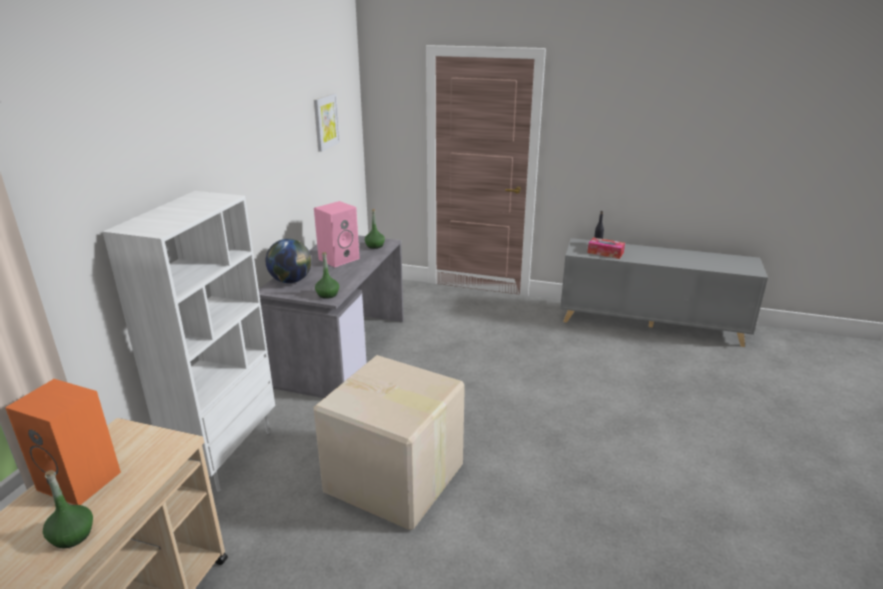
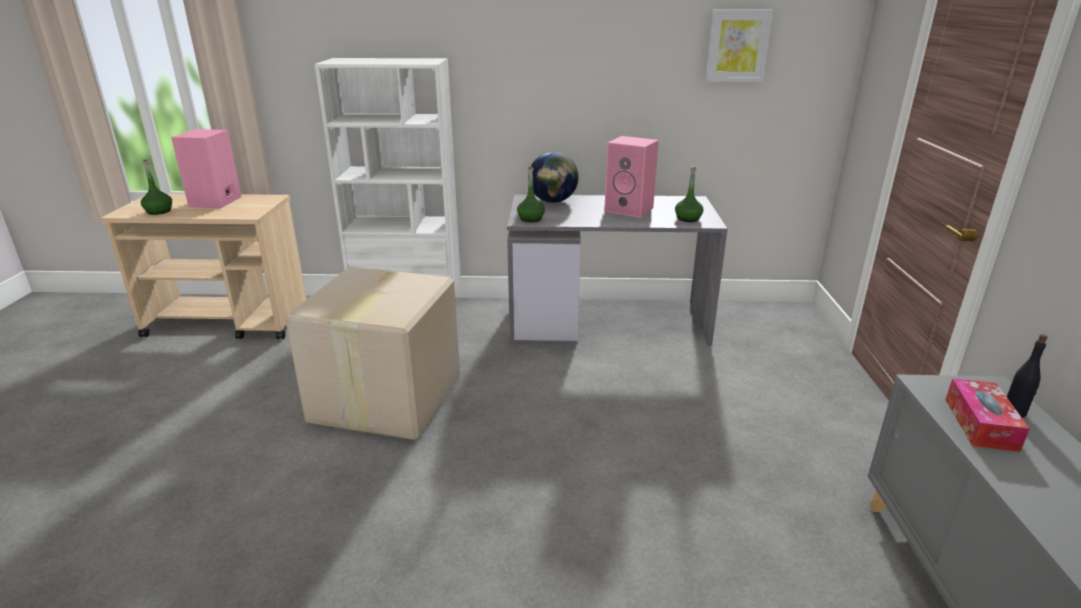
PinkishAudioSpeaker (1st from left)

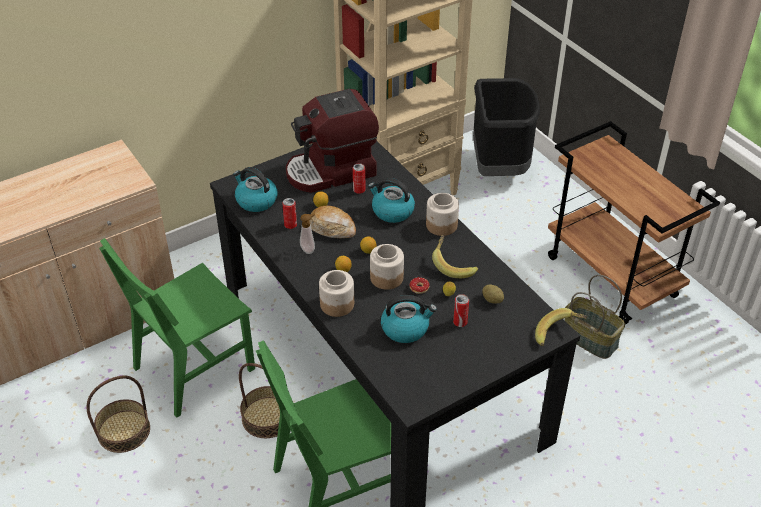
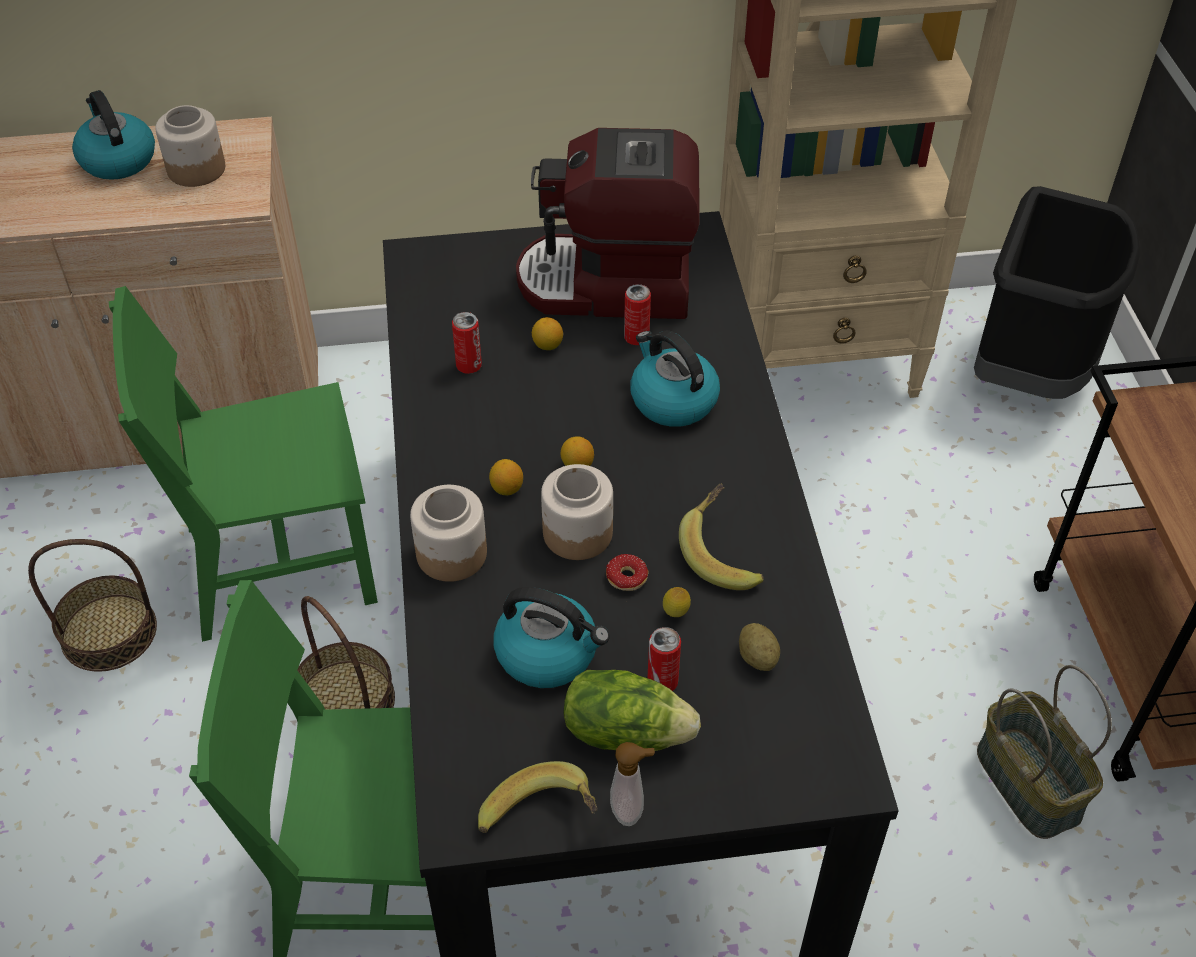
TeaKettle (1st from left); PreserveJar (1st from left); Banana (1st from left); HeadOfLettuce; LiquidSoapBottle; BakeryBread

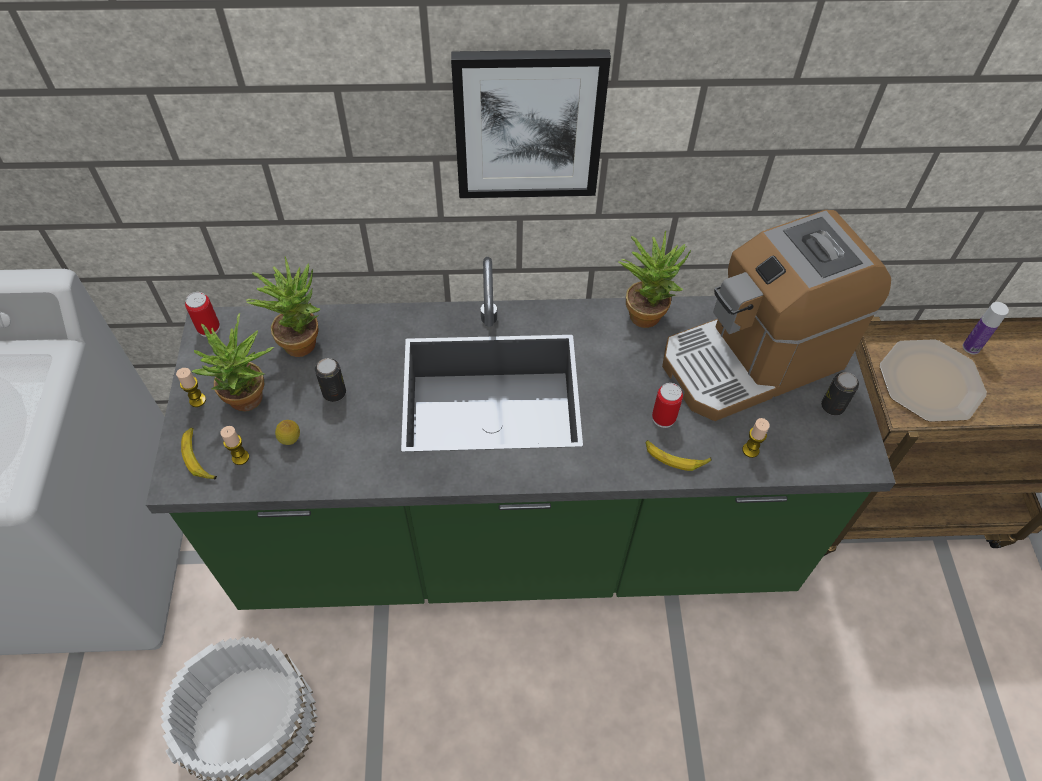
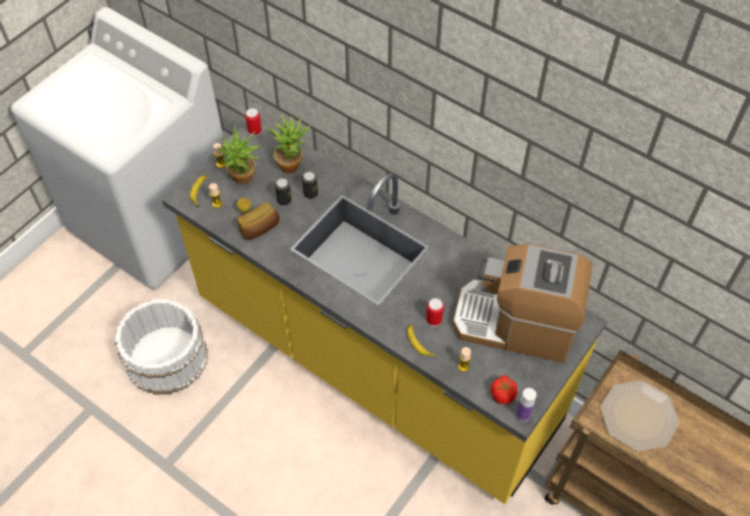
YellowishCounter; BakeryBread; SealedCan (3rd from left); WholeTomato; BeverageBottle; WallPicture; Houseplant (3rd from left in the first image)

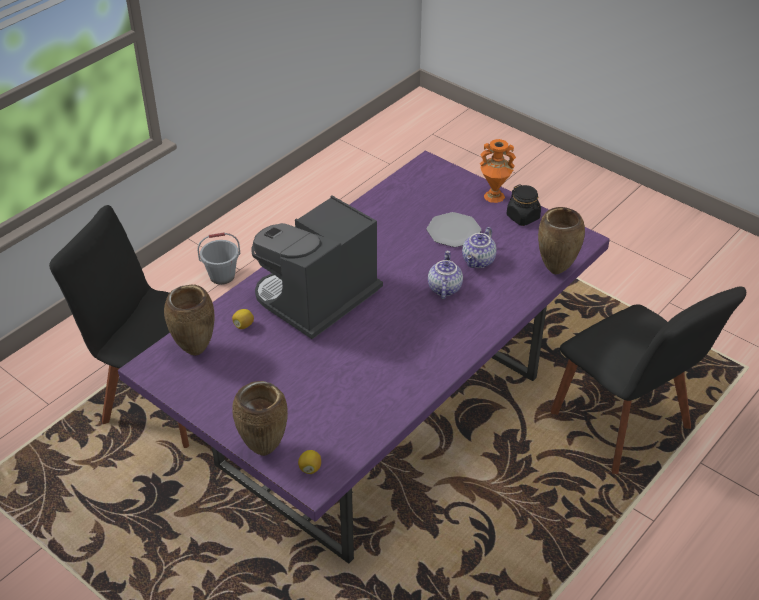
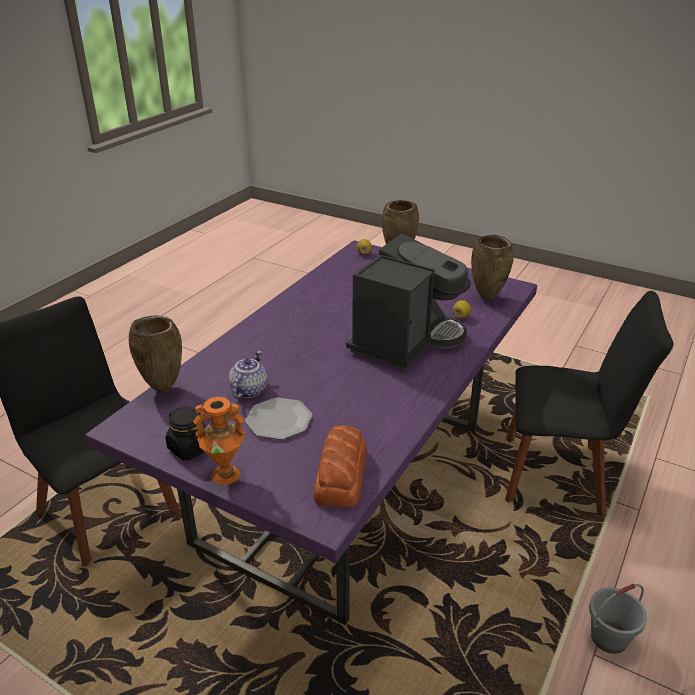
BakeryBread; TeaPot (1st from left in the first image)

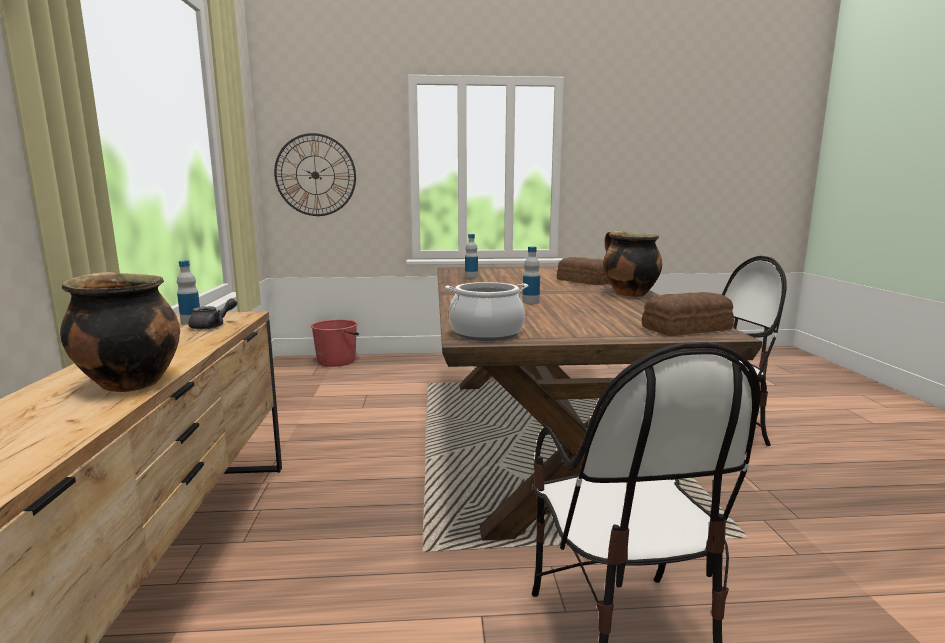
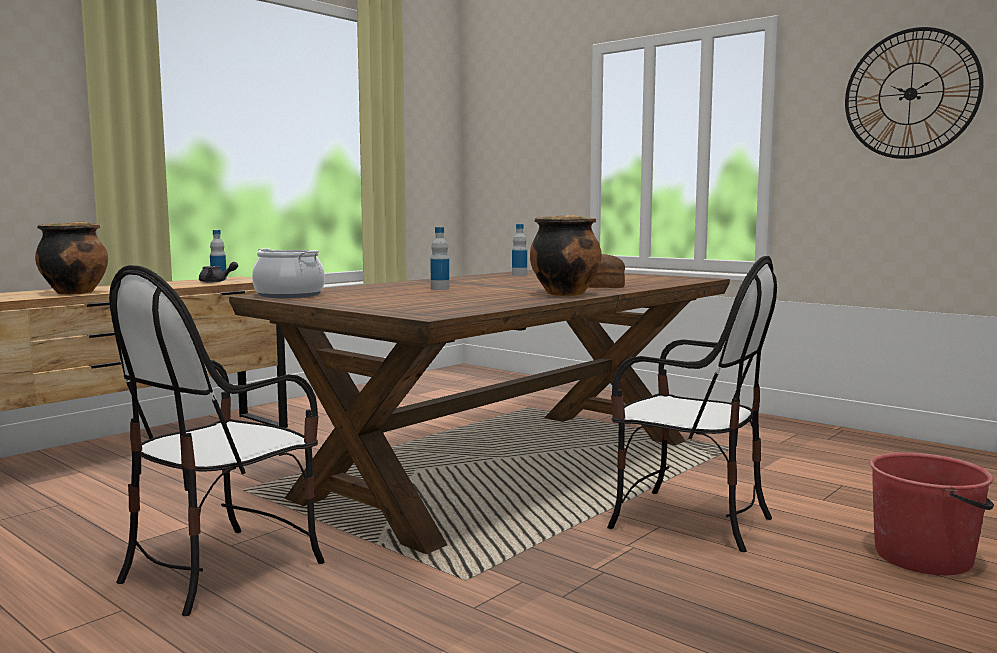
ClockOnTheWall; ReddishWaterBucket; BakeryBread (2nd from left in the first image)

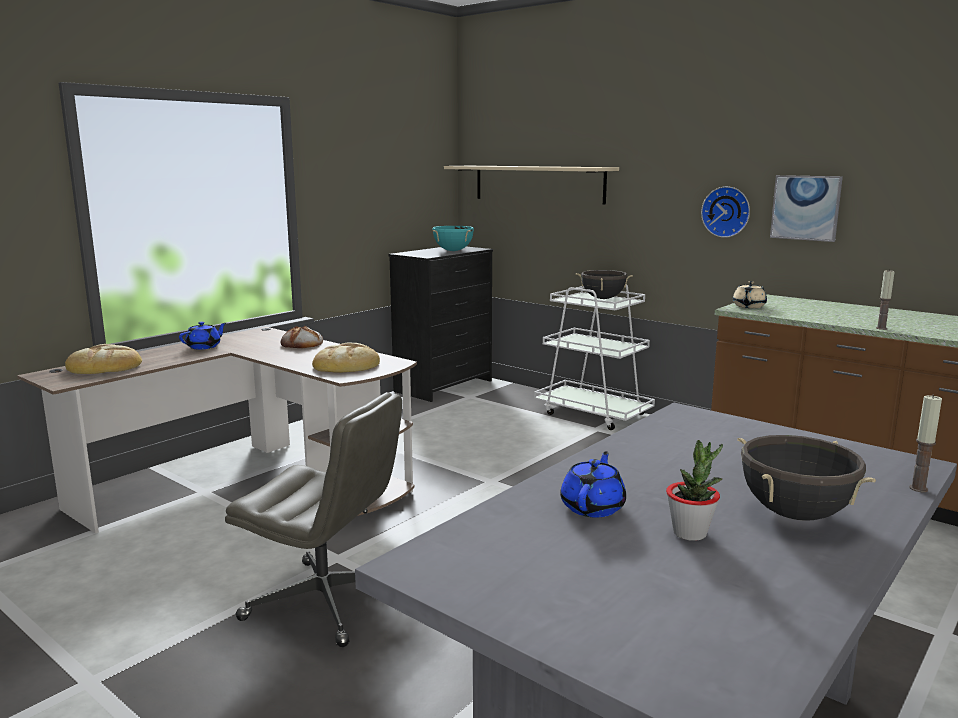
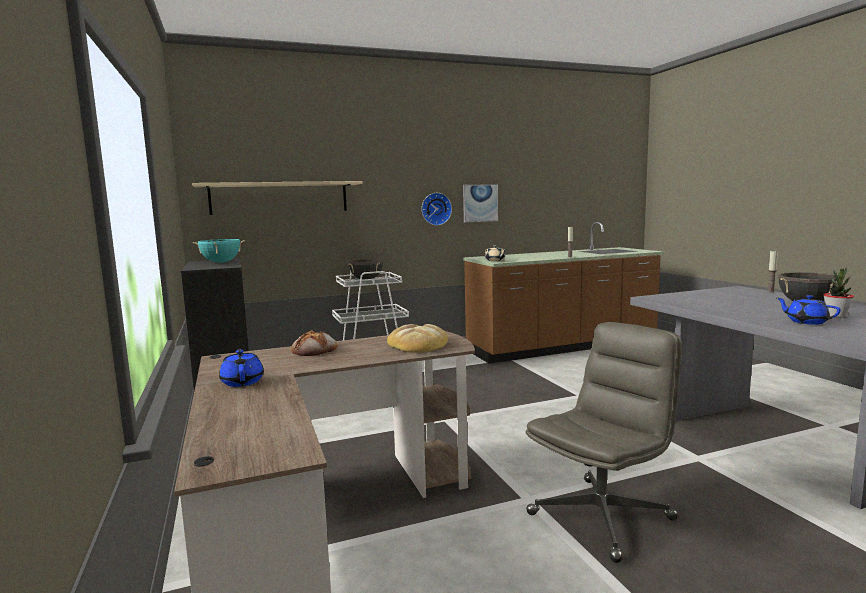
BakeryBread (1st from left in the first image)

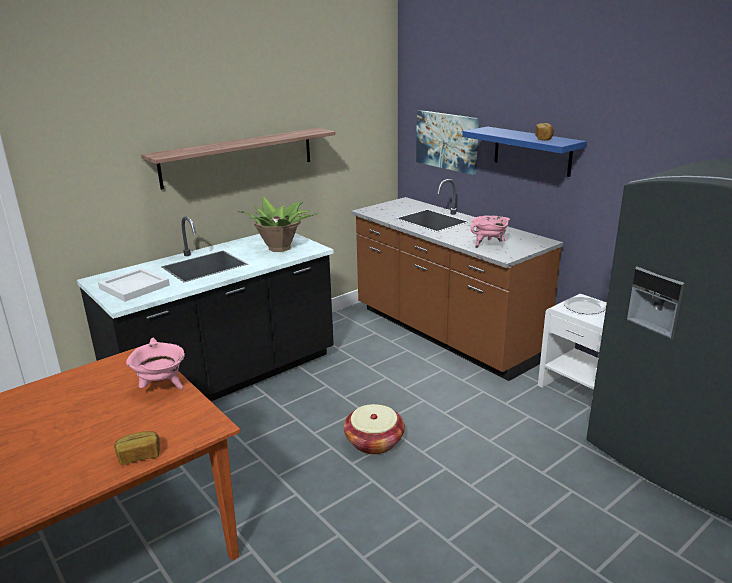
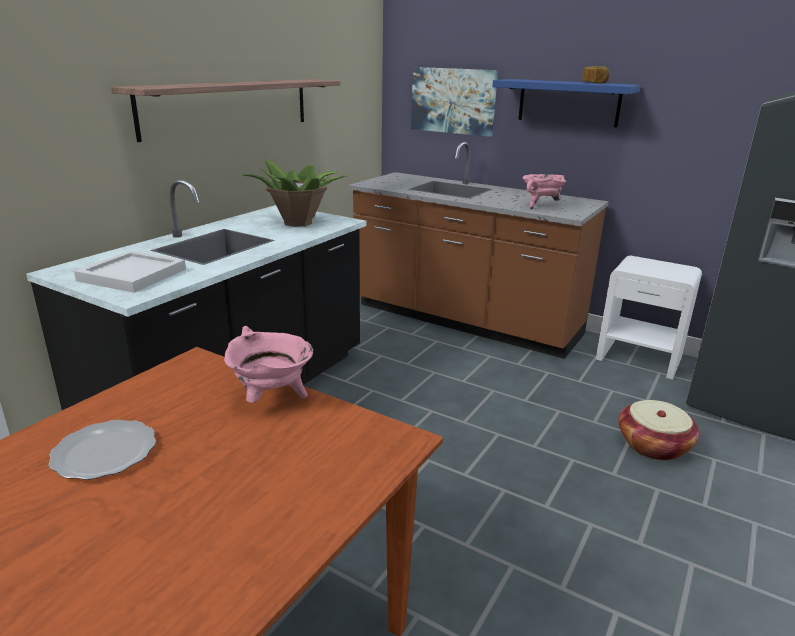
FlatDish; Basket; BakeryBread (1st from left in the first image)

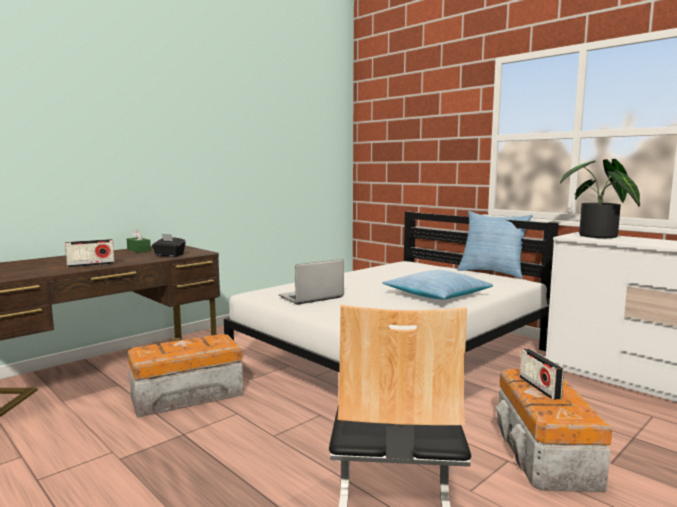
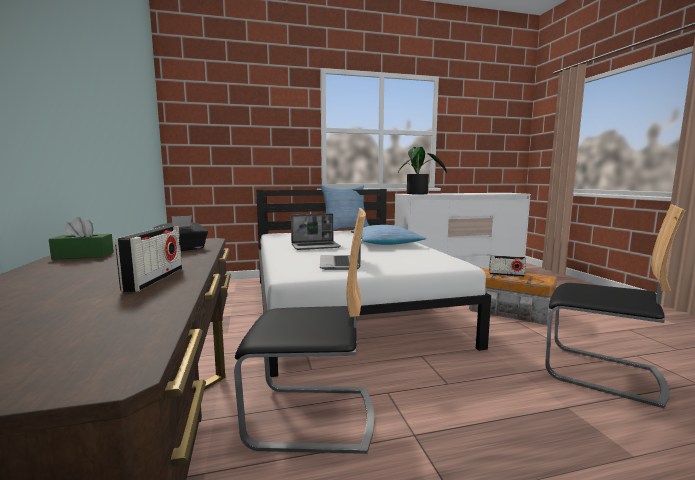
PlainChair (1st from left); PortableComputer (1st from left)

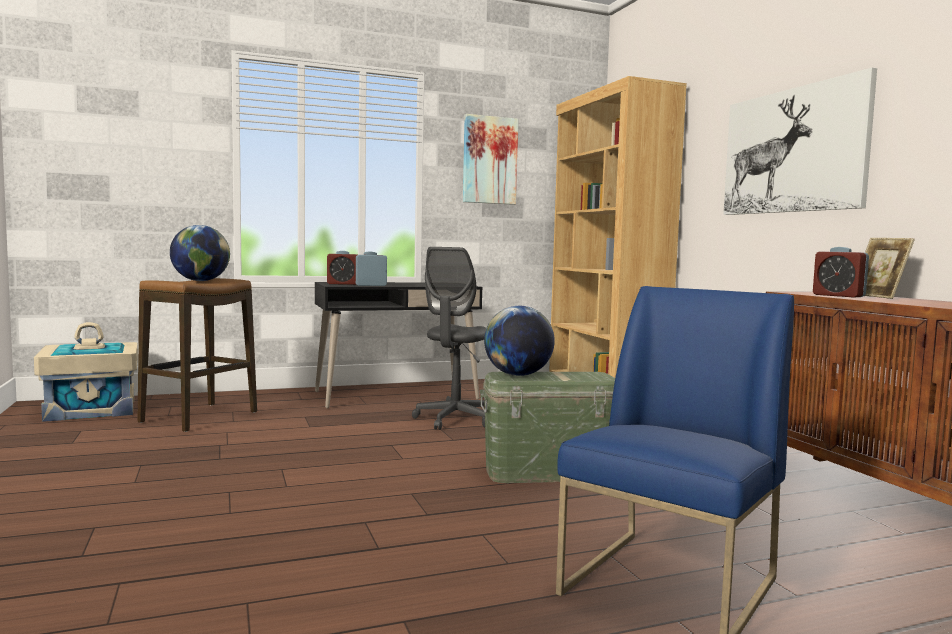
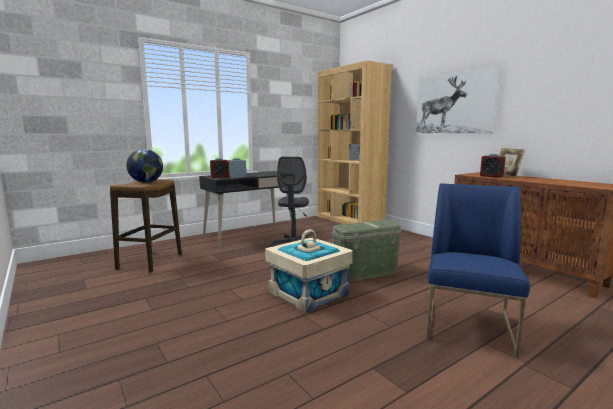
BeigeColouredStorageBox; WallPicture (1st from left in the first image); WorldGlobe (2nd from left in the first image)

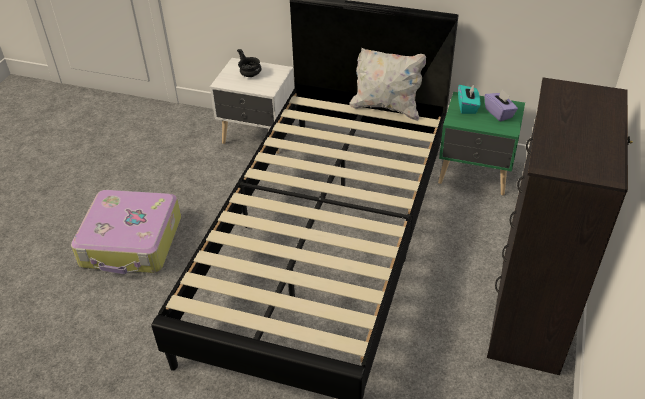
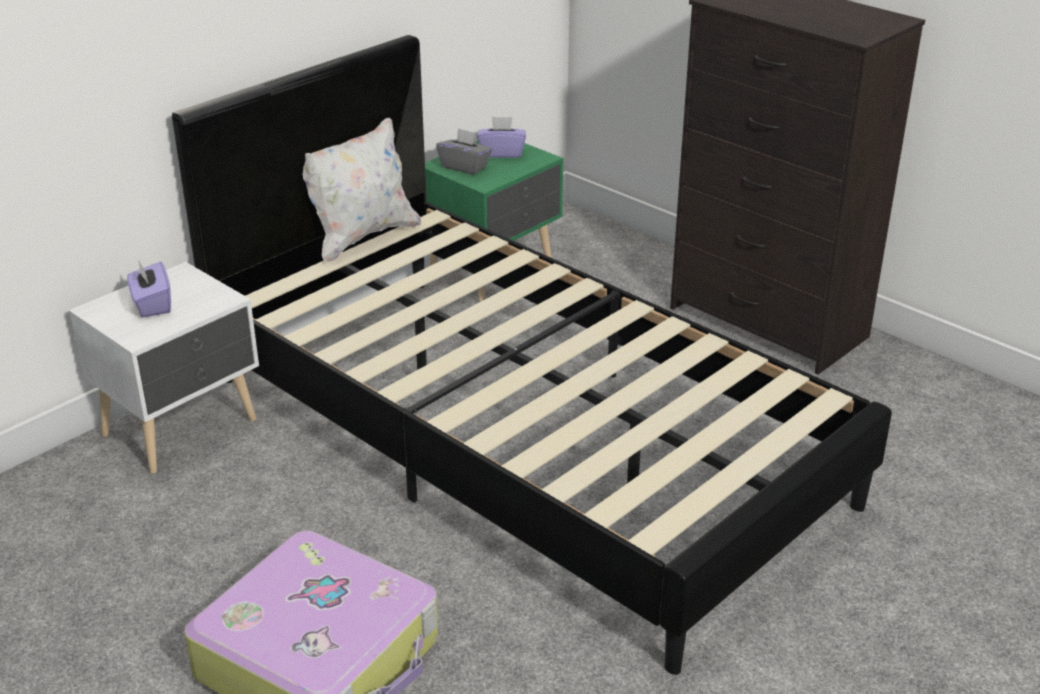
PurplishTissueBox (1st from left); GreyTissueBox

